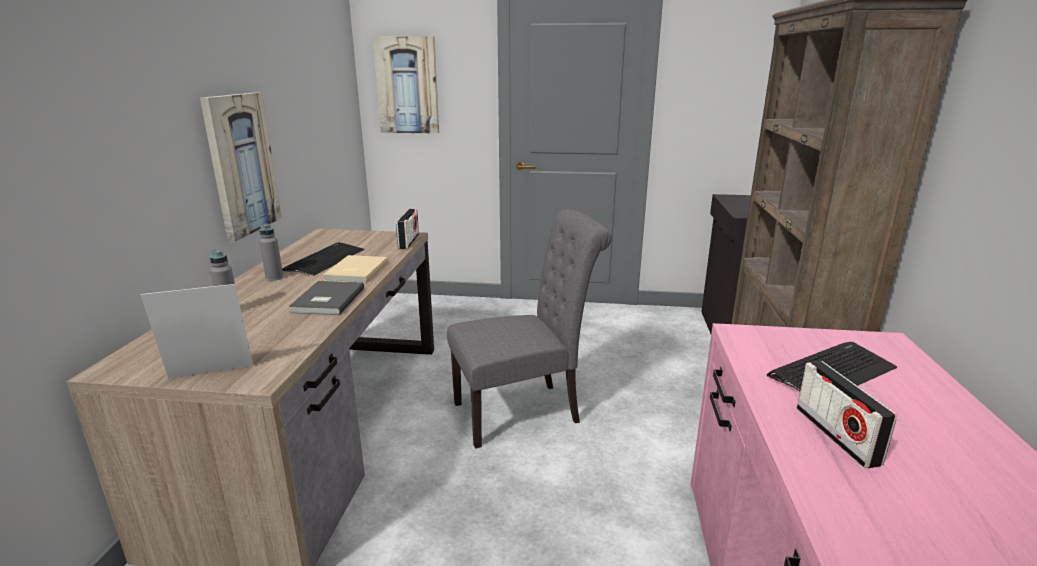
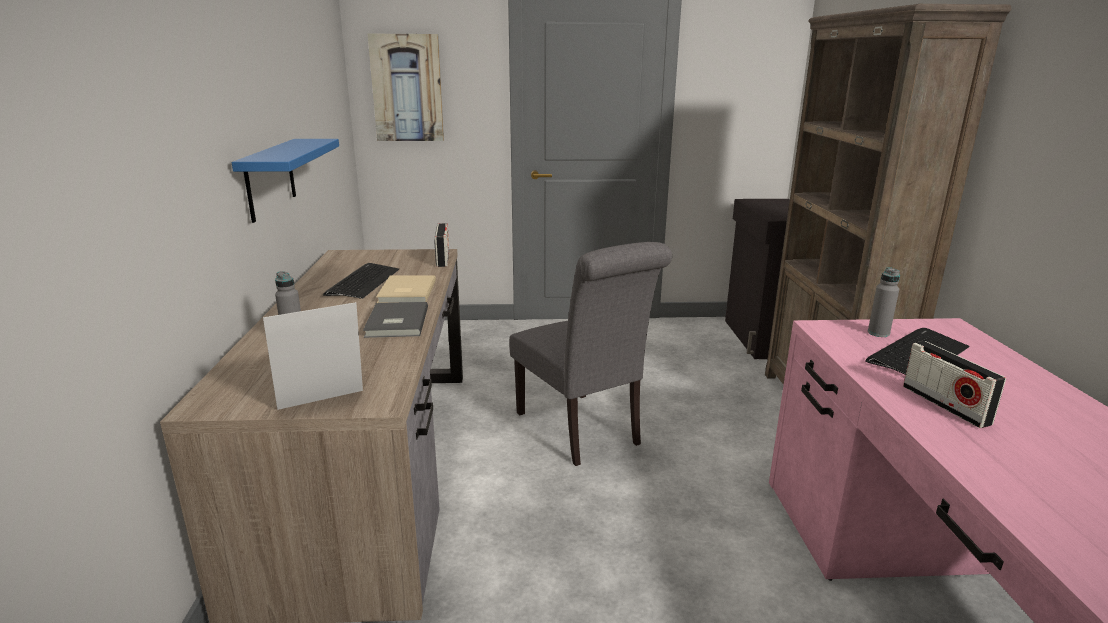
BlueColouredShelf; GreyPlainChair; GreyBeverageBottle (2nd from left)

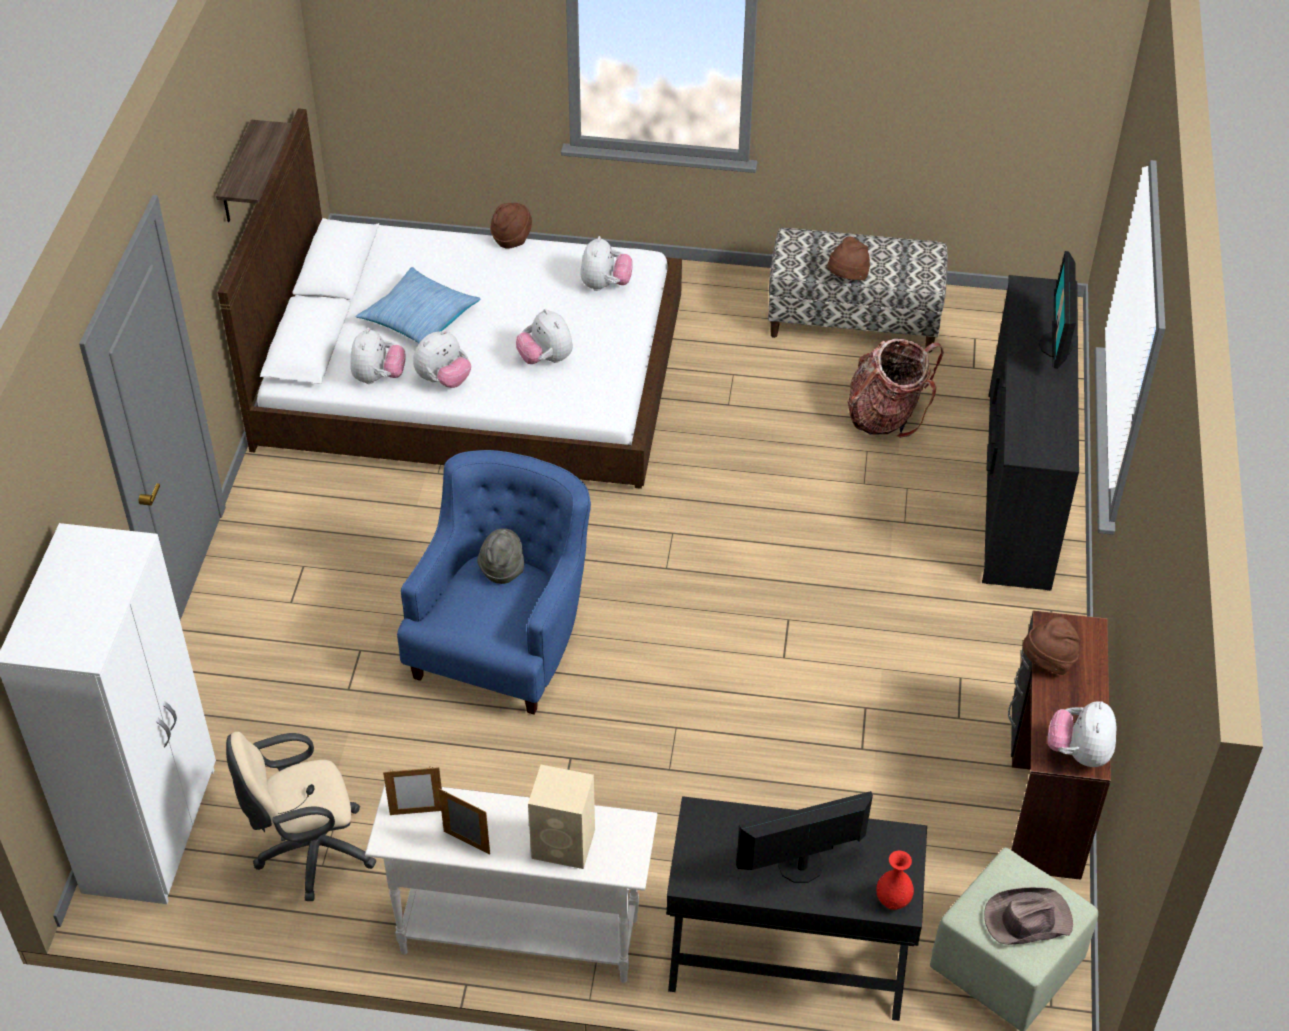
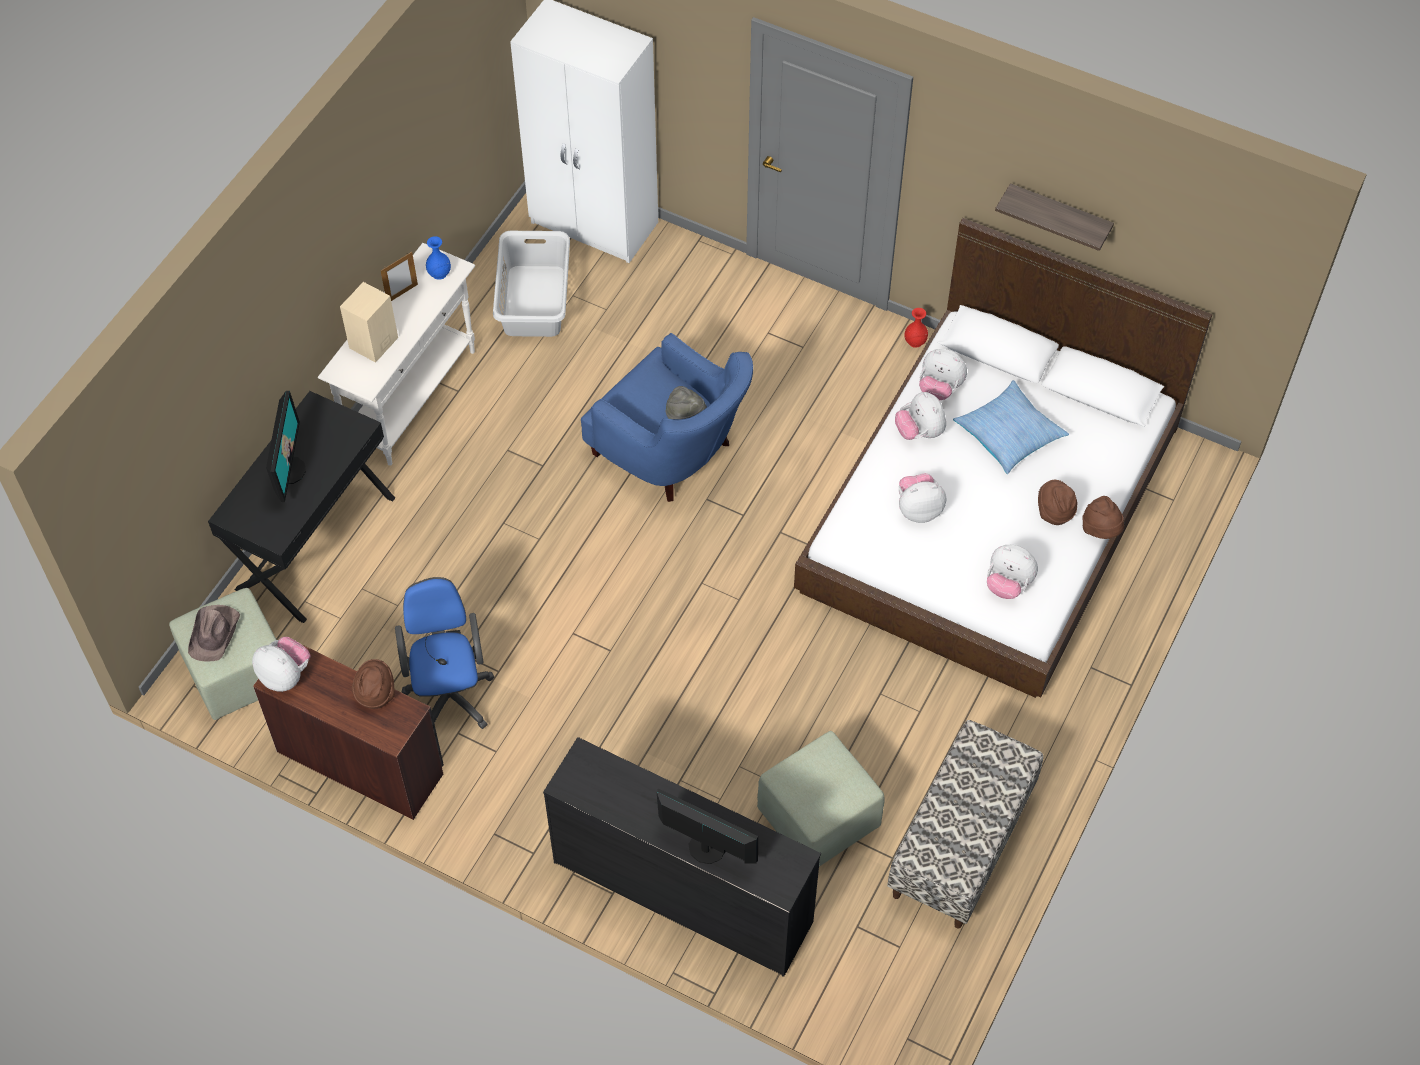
BlueColouredDeskChair; BlueColouredVase; GreyLaundryBasket; GreenPouffe (2nd from left); ReddishVase; BrownHat (3rd from left)

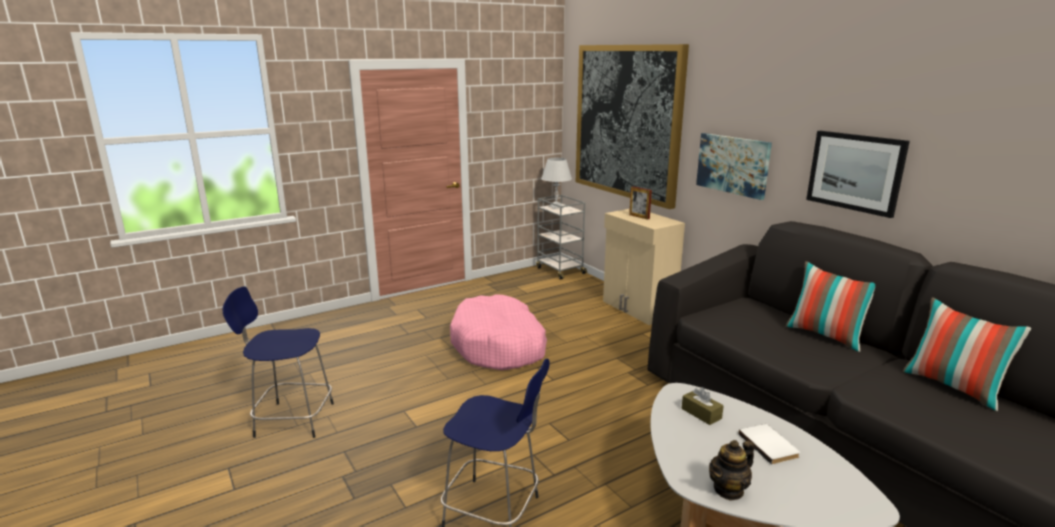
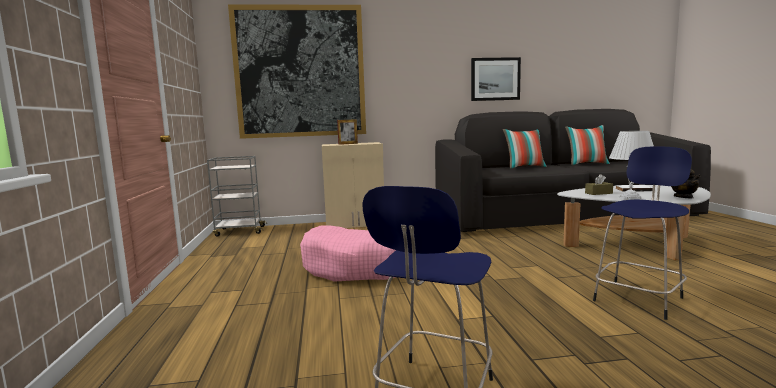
WhitishTabletopLamp; WallPicture (2nd from left in the first image)

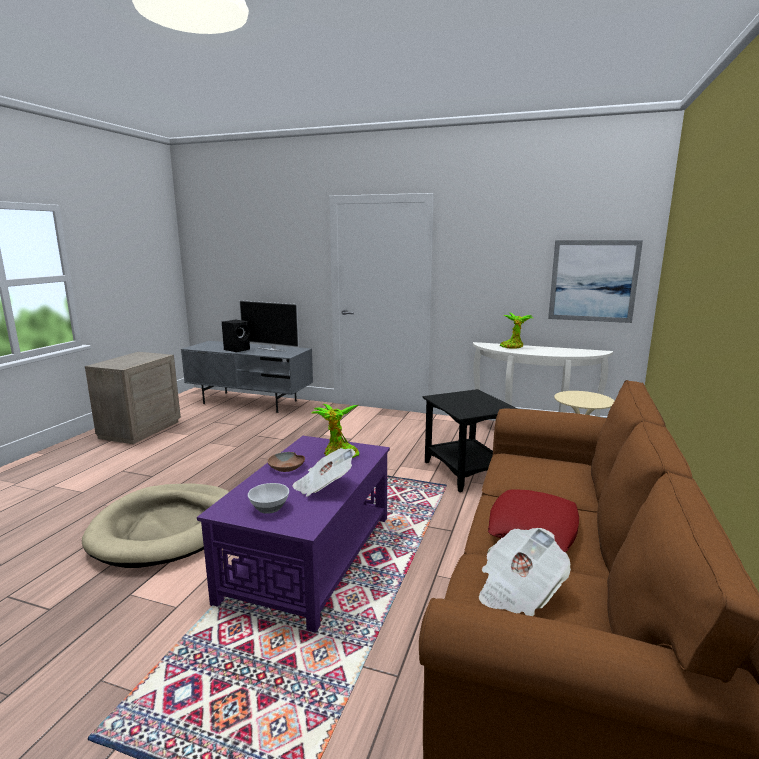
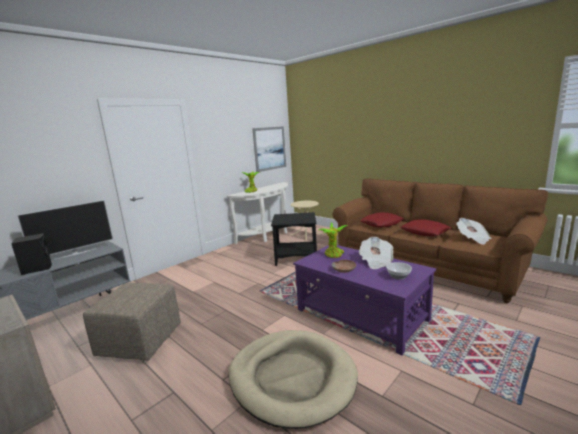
BeigeColouredPouffe; ReddishCushion (1st from left)

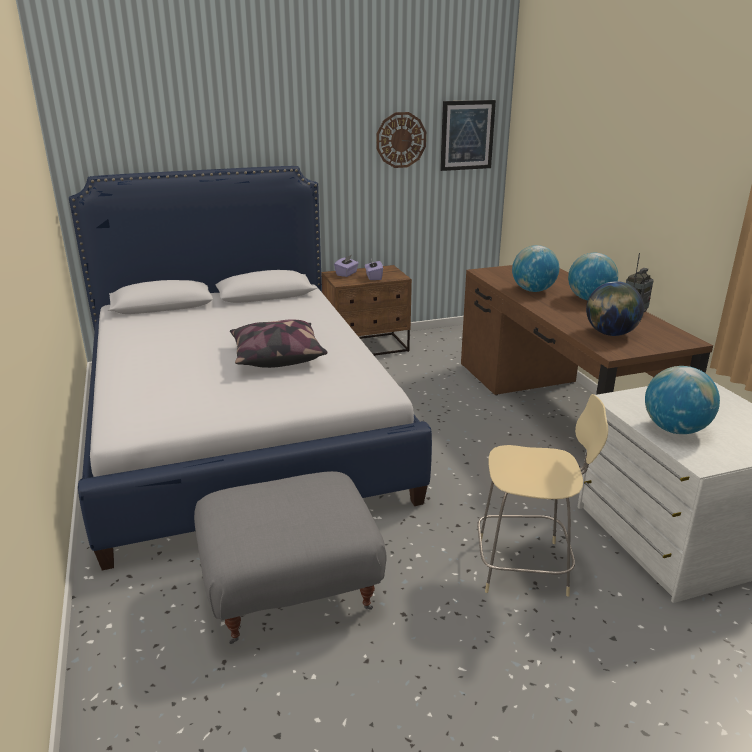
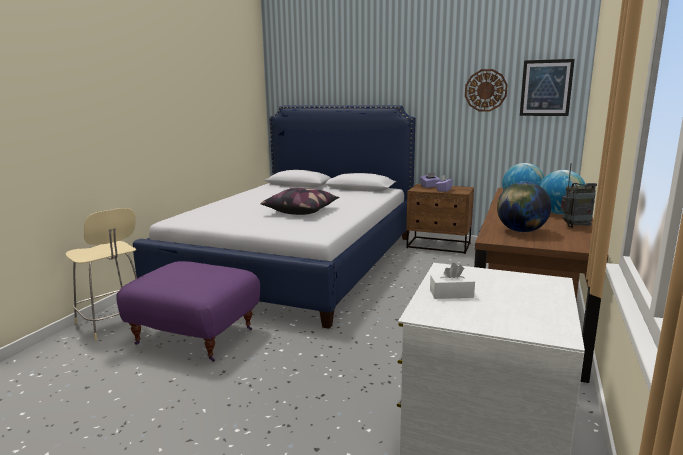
BeigeColouredPlainChair; PurplishPouffe; WhitishTissueBox

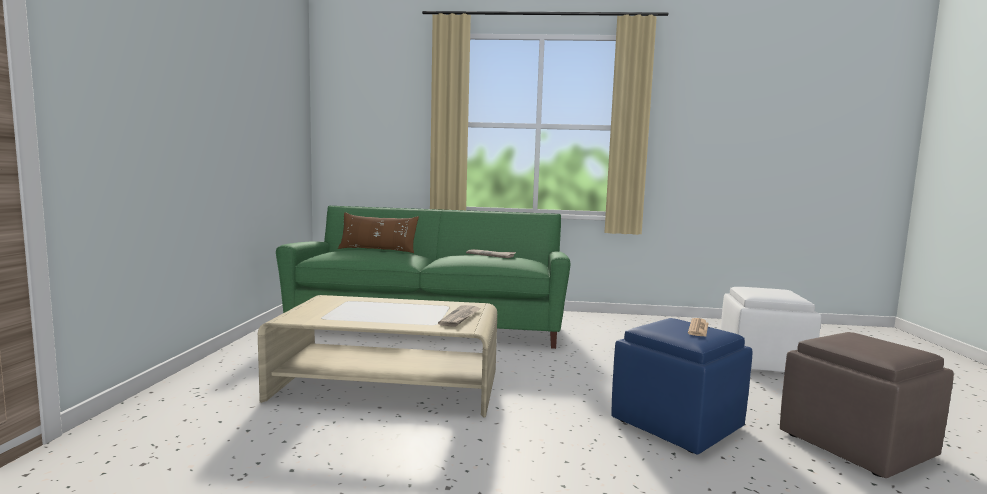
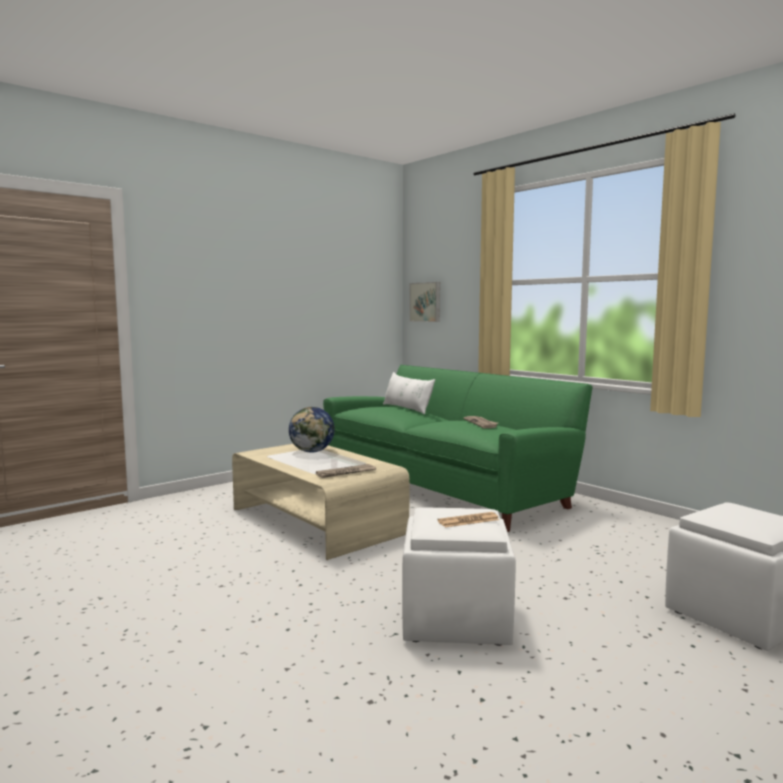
WorldGlobe; WhitishCushion; WhitishPouffe (1st from left); WallPicture; BrownPouffe

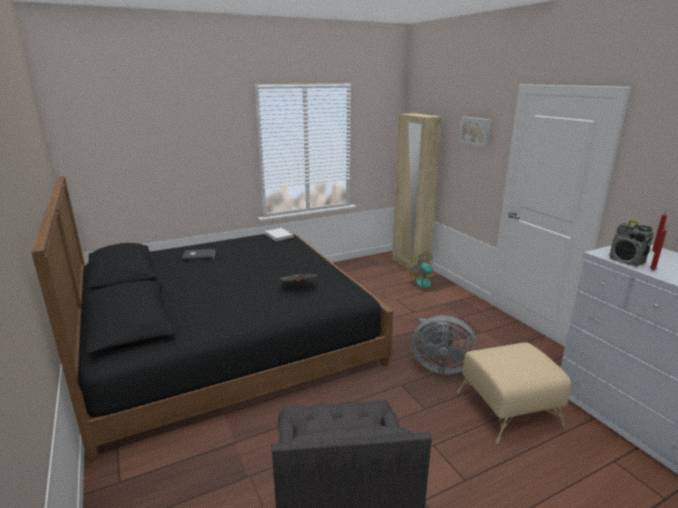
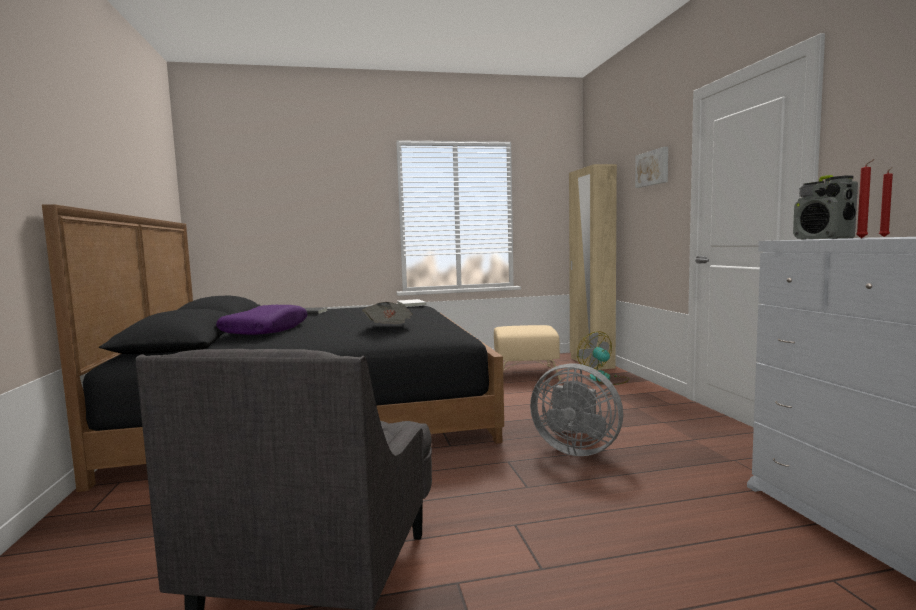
PurplishCushion; BeigeColouredPouffe

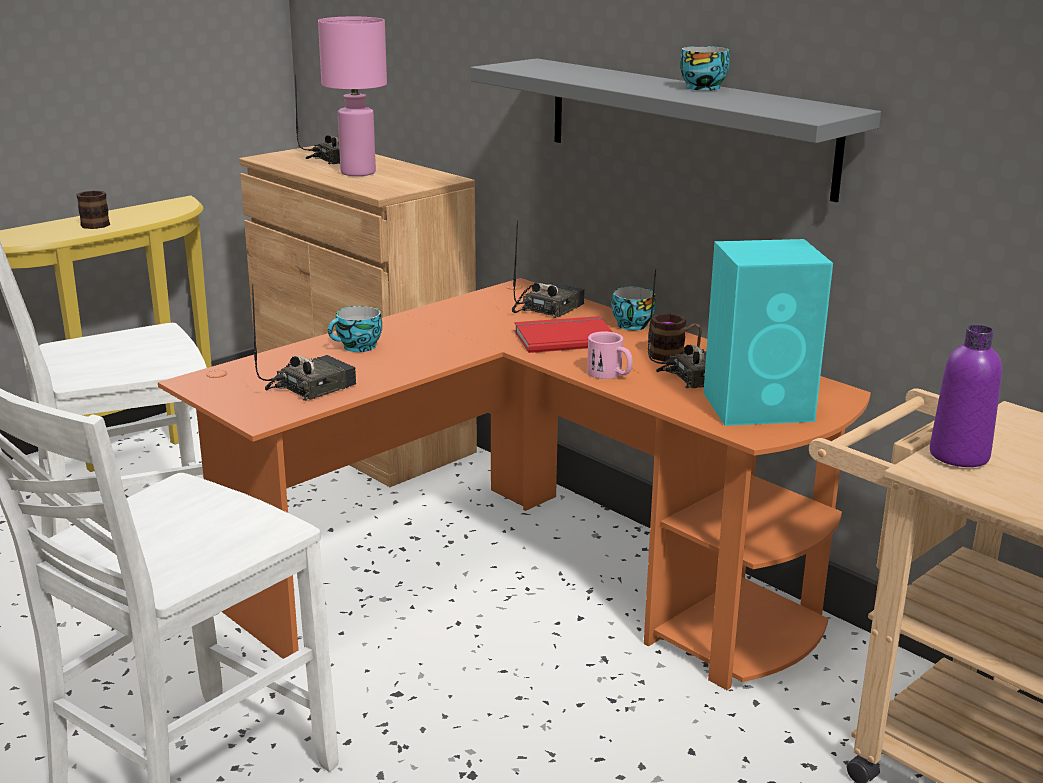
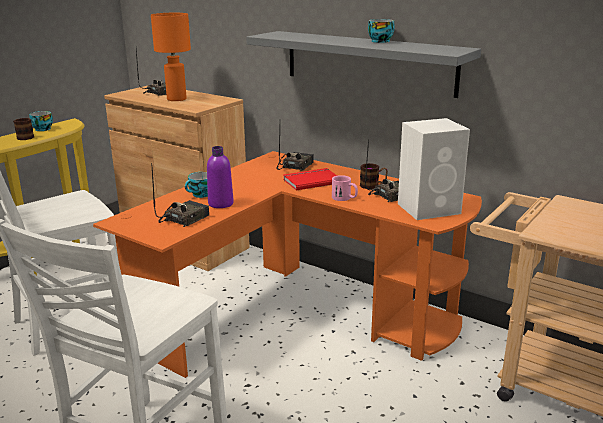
SmallCup (1st from left); OrangeTabletopLamp; PurplishBeverageBottle; WhitishAudioSpeaker

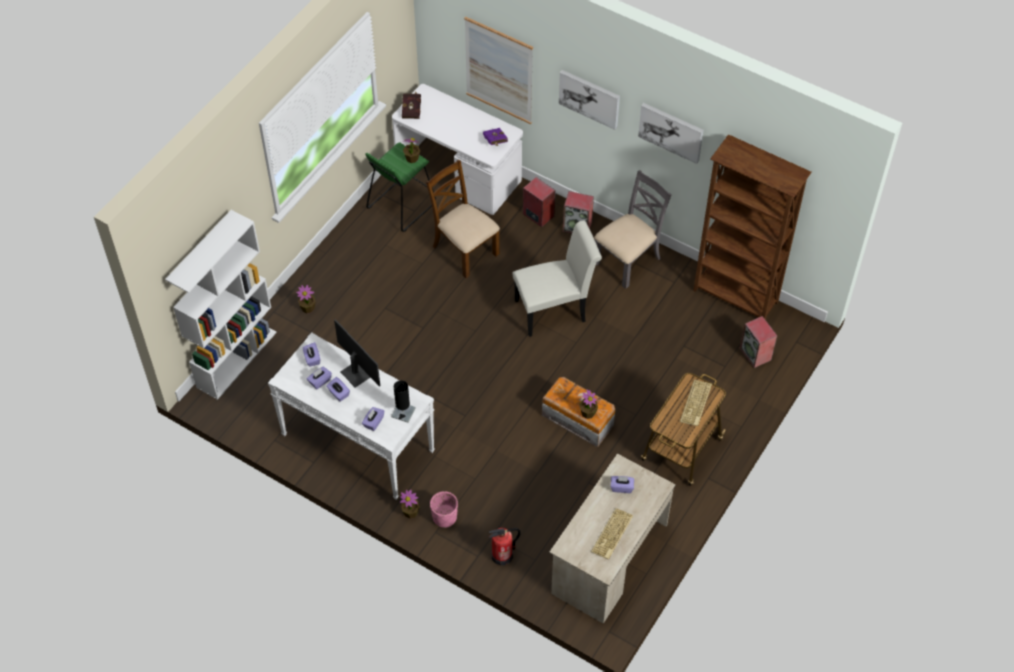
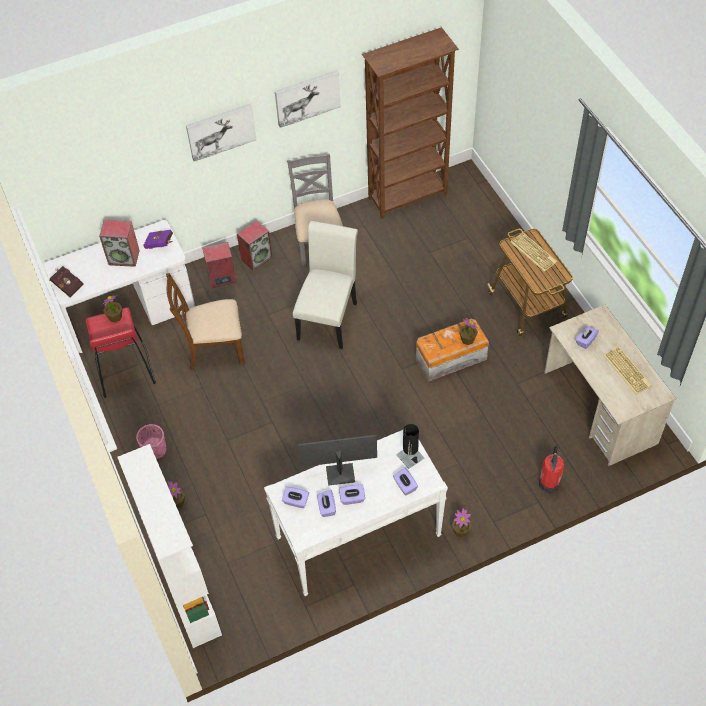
ReddishSittingStool; AudioSpeaker (1st from left); PinkishPlantPot; WallPicture (1st from left in the first image)

